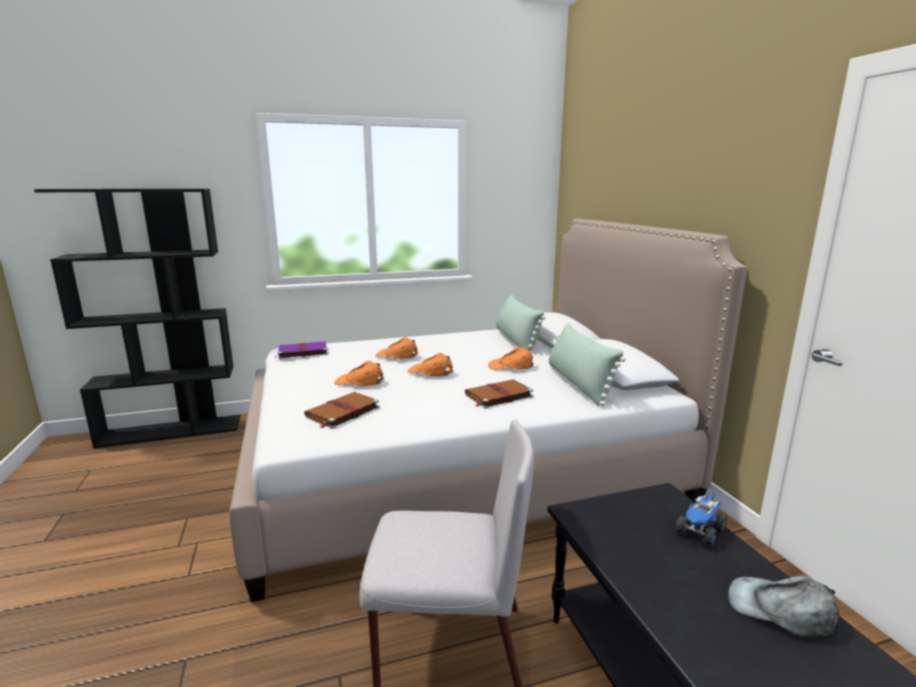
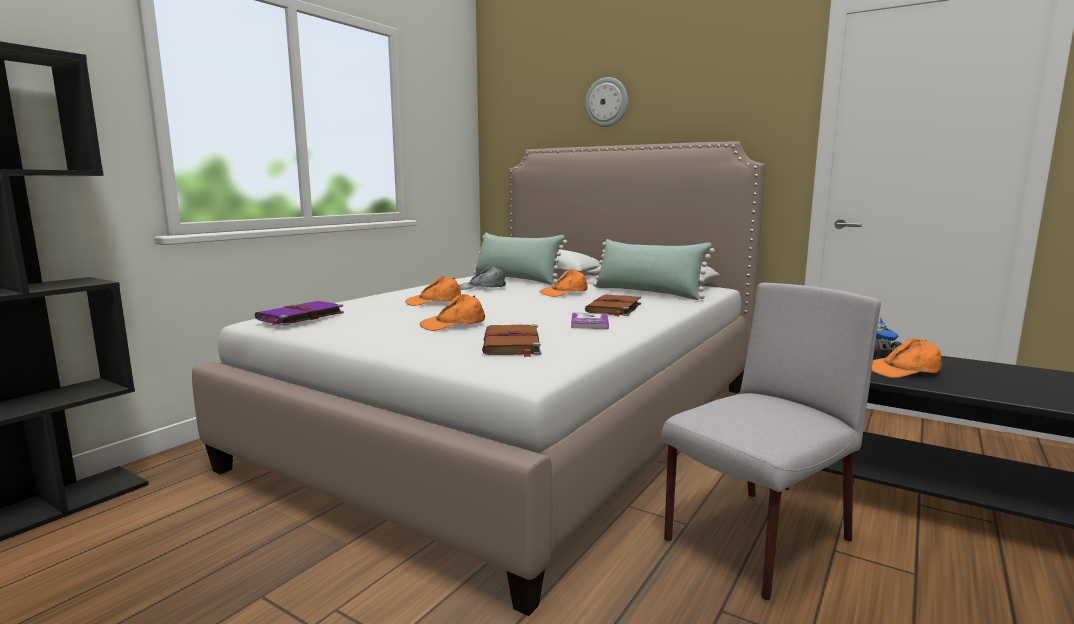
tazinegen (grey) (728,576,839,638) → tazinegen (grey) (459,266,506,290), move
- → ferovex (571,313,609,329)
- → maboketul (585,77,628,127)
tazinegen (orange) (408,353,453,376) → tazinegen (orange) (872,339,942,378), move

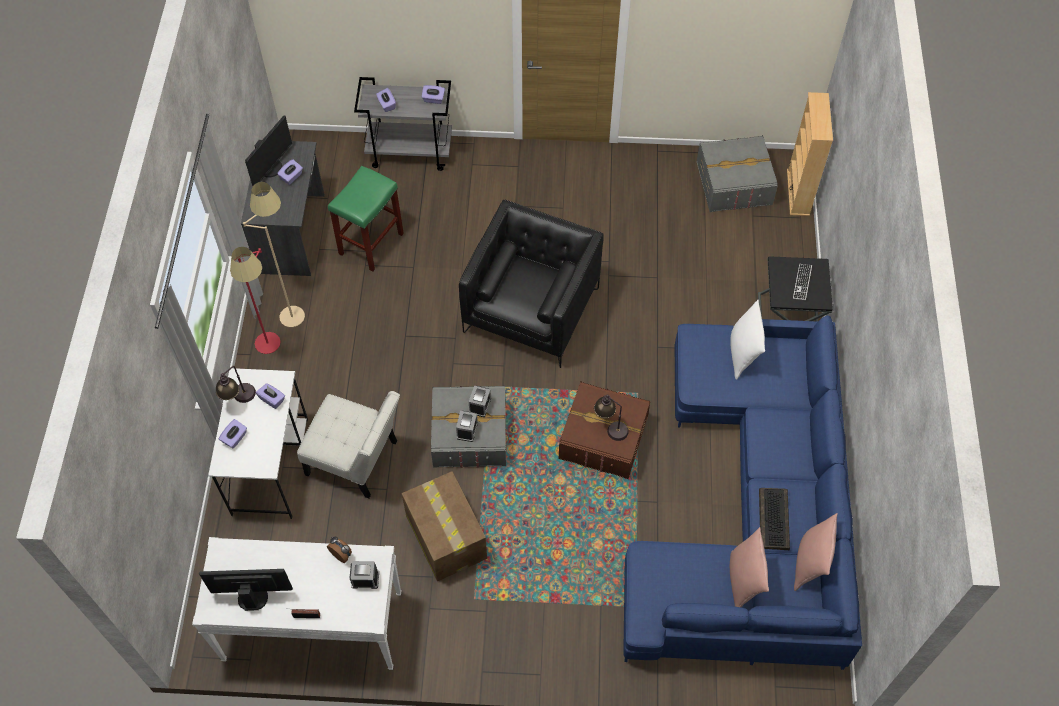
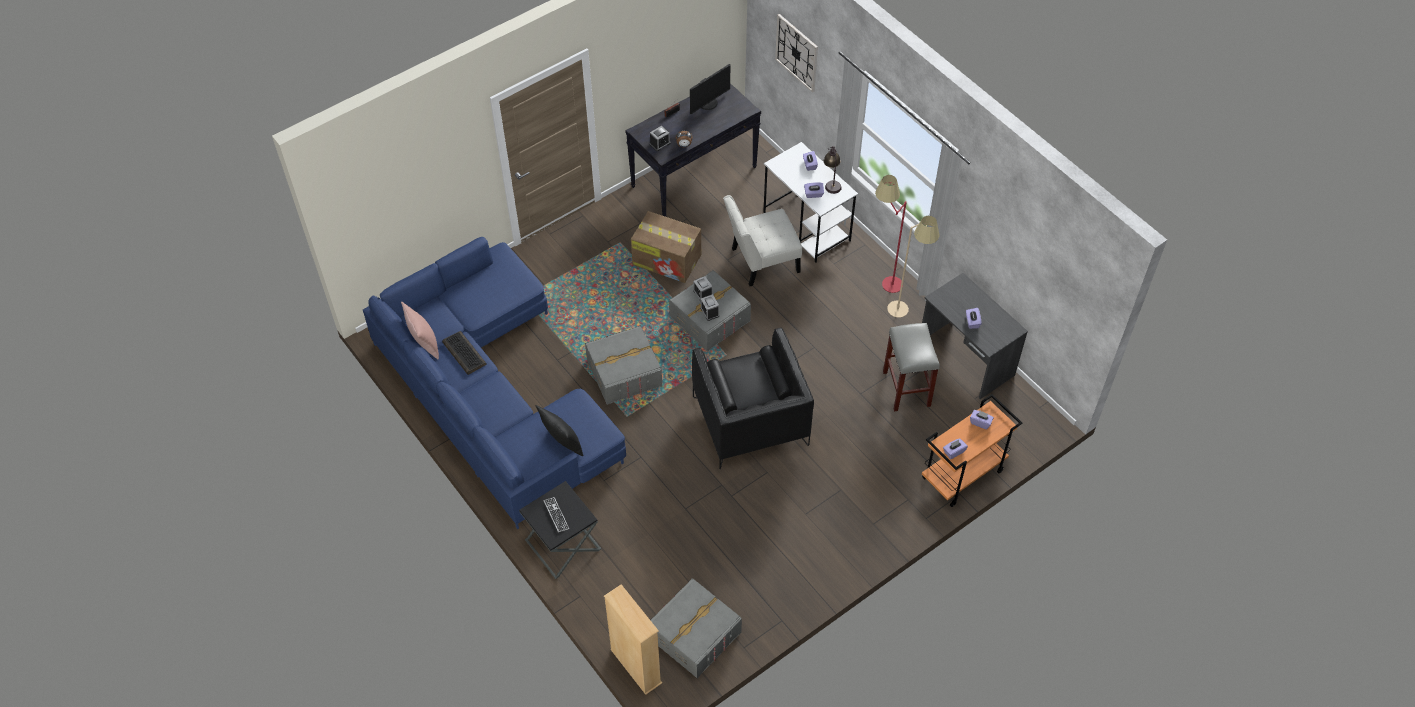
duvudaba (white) (730,300,765,380) → duvudaba (black) (536,405,583,456)
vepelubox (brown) (559,382,650,479) → vepelubox (grey) (585,325,662,405)
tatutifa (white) (192,537,402,670) → tatutifa (black) (625,83,761,217)
- → maboketul (775,14,818,93)
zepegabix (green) (328,166,404,272) → zepegabix (grey) (883,323,940,412)
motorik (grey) (354,77,452,171) → motorik (orange) (922,394,1022,507)
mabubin (245,115,292,186) → -
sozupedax (594,394,629,441) → -
duvudaba (pink) (730,527,769,607) → -

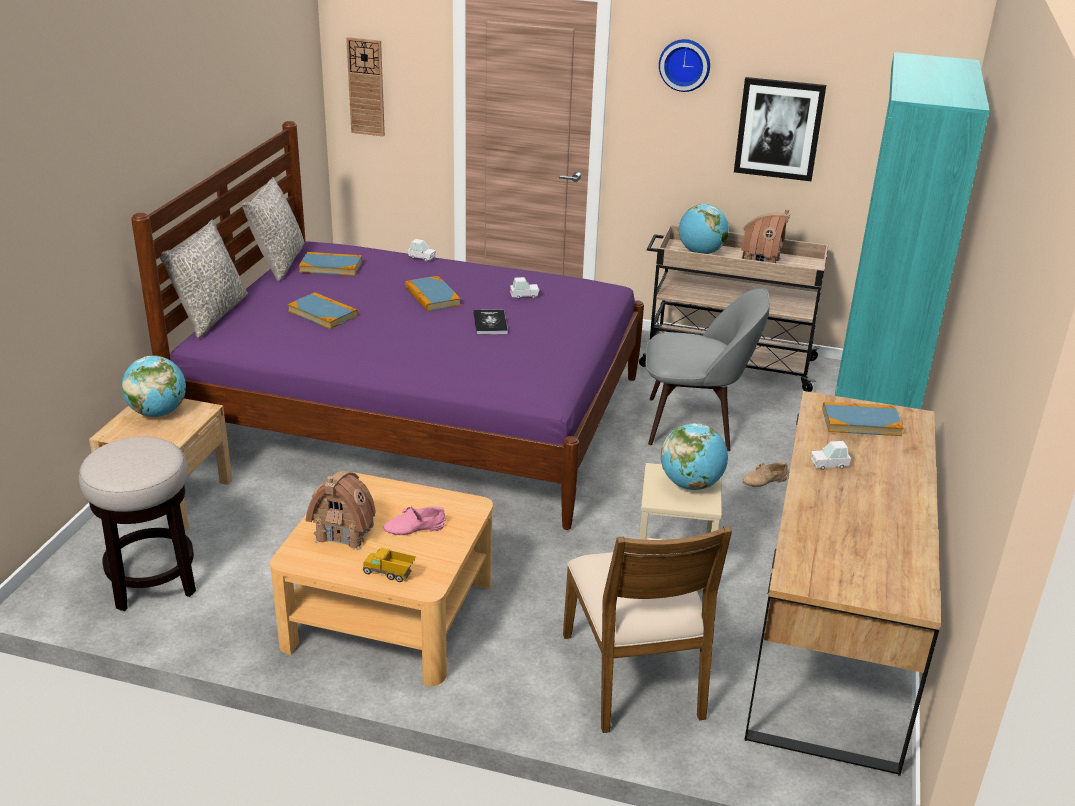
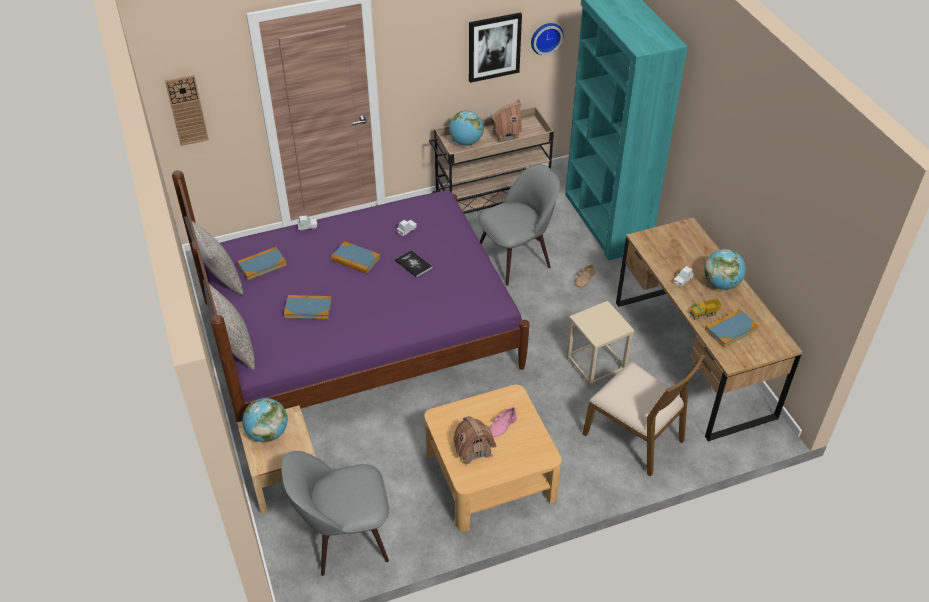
zepegabix (79,437,196,611) → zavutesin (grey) (281,451,390,576)
maboketul (659,39,710,92) → maboketul (531,23,563,55), move
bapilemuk (362,548,416,582) → bapilemuk (690,299,722,320), move
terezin (661,423,728,490) → terezin (704,249,746,290), move
ferovex (822,402,904,436) → ferovex (705,309,759,347), move

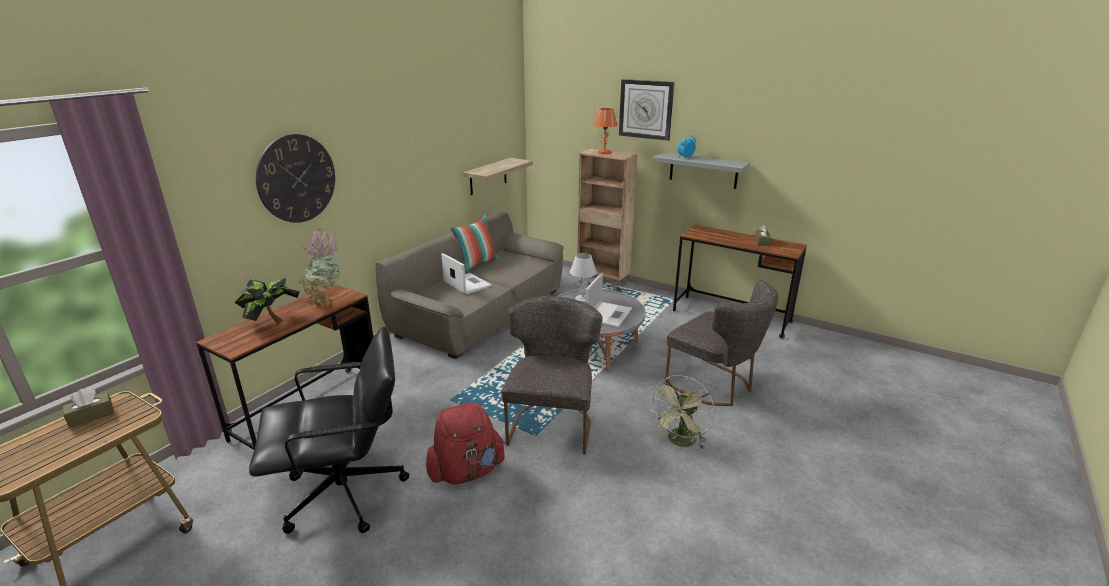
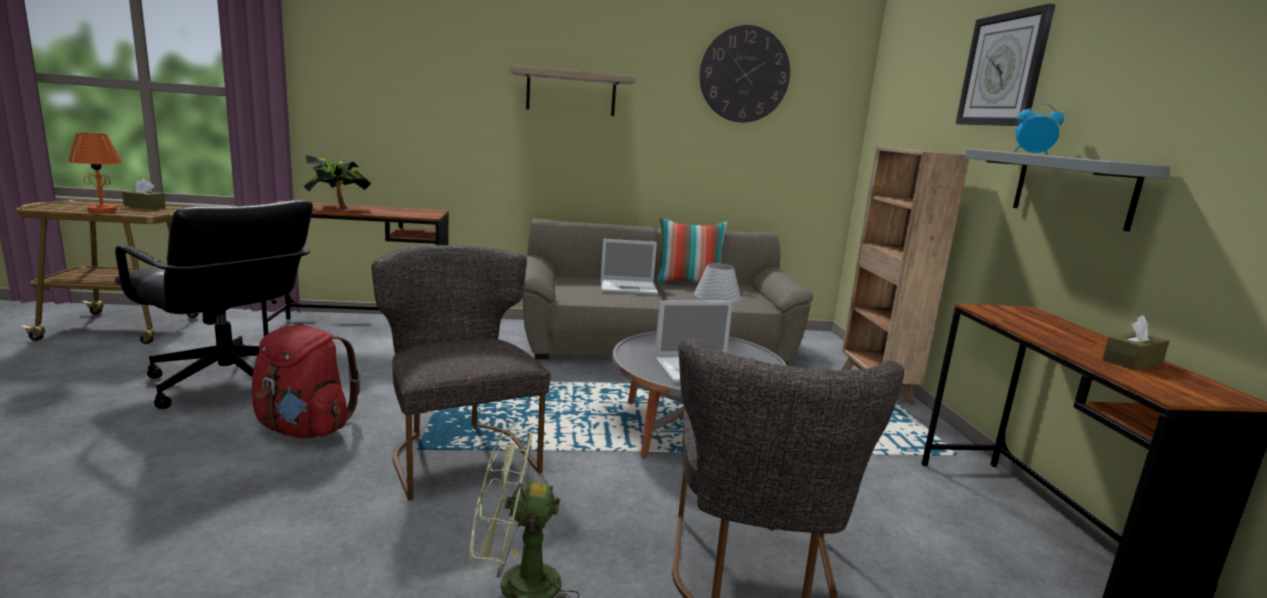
sozupedax (orange) (594,108,618,155) → sozupedax (orange) (68,133,122,213), move
zavutesin (grey) (501,296,603,454) → zavutesin (grey) (371,245,551,501), 90 degrees counterclockwise
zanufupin (463,158,533,195) → zanufupin (510,65,636,116), move
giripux (441,253,492,295) → giripux (600,239,658,295), 75 degrees clockwise
maboketul (256,134,335,223) → maboketul (700,25,790,122), move
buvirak (297,229,343,306) → -

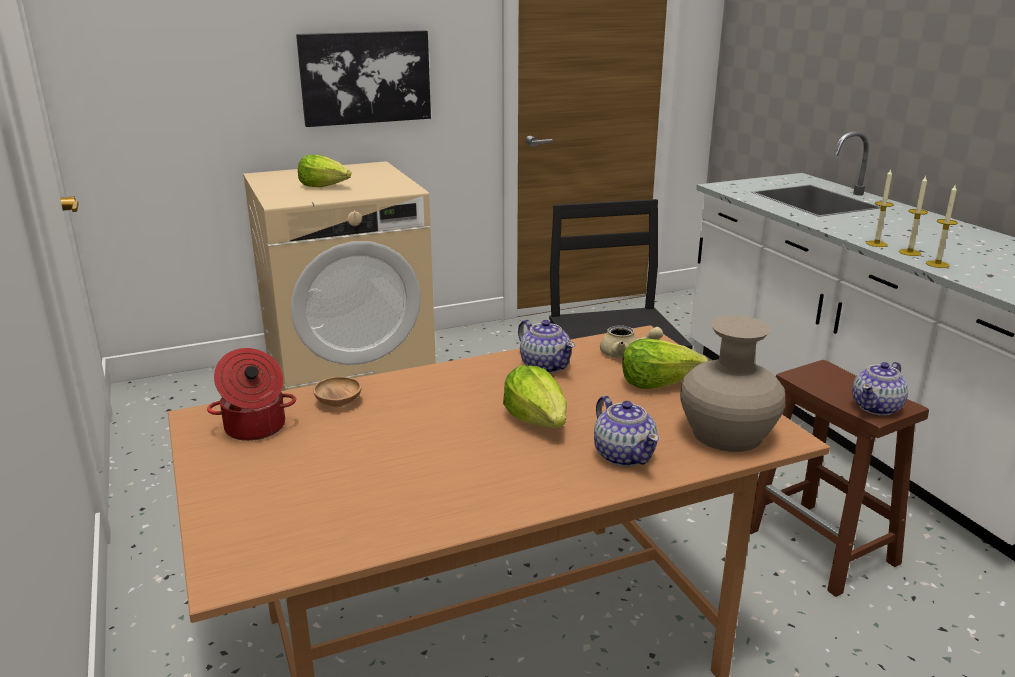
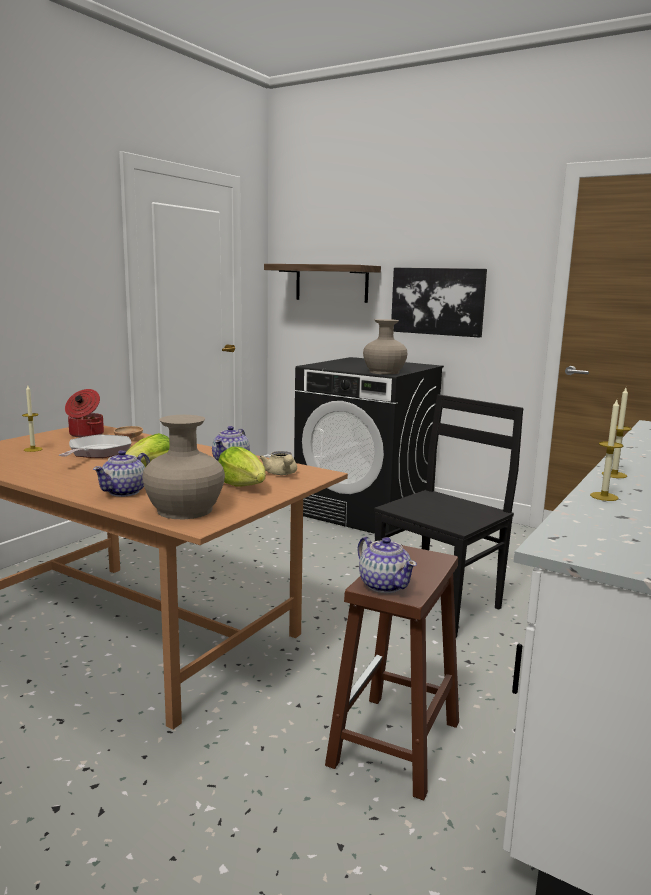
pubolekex (899,176,928,256) → pubolekex (22,386,43,452), move
- → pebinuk (59,434,131,458)
- → zanufupin (264,264,381,303)
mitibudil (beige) (243,161,436,391) → mitibudil (black) (294,357,444,534)
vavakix (853,362,908,416) → vavakix (357,537,417,593), 135 degrees counterclockwise
- → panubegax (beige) (363,319,407,375)
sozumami (298,155,351,187) → -

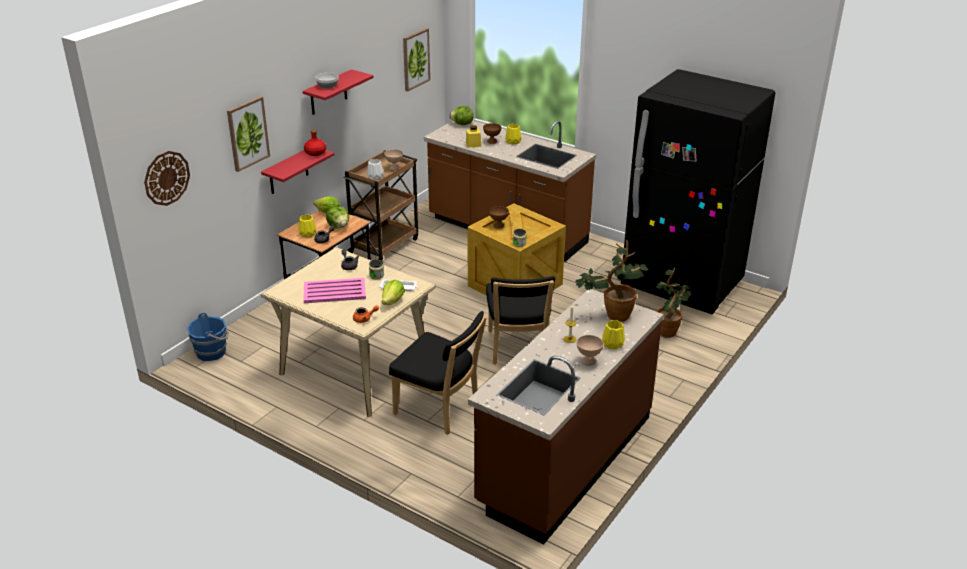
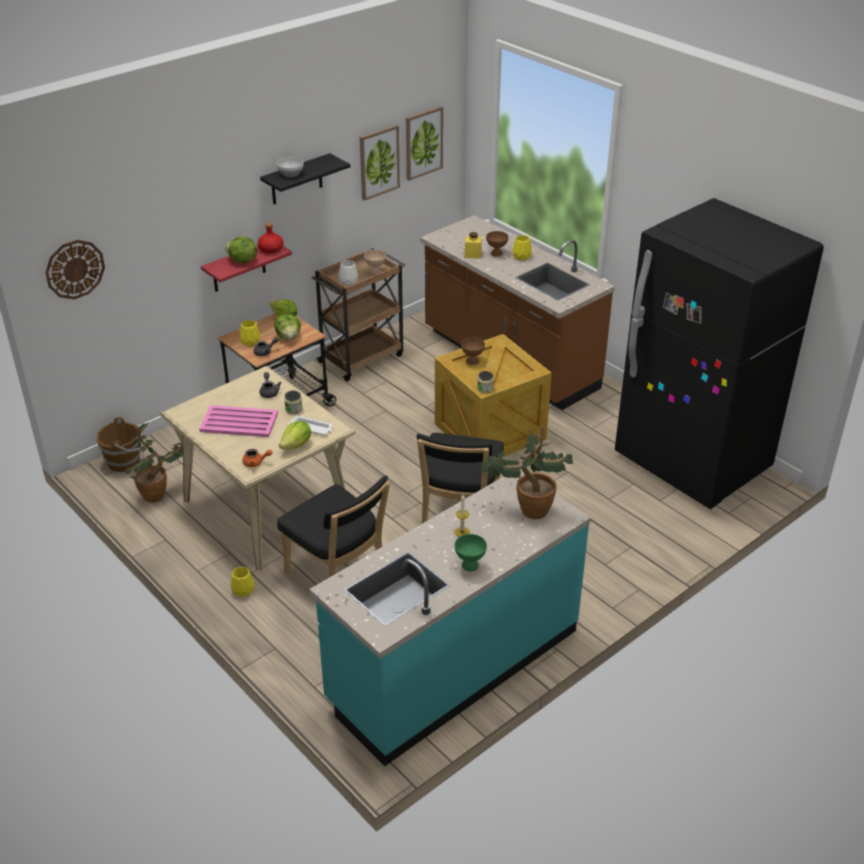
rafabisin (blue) (187,313,229,361) → rafabisin (brown) (97,417,143,472)
buvirak (656,268,691,338) → buvirak (125,422,183,502), move
sozumami (449,106,474,125) → sozumami (225,236,257,263), move
panubegax (yellow) (602,320,625,349) → panubegax (yellow) (230,567,254,597), move
zanufupin (red) (303,69,374,115) → zanufupin (black) (260,153,350,204)
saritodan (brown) (468,289,663,544) → saritodan (turquoise) (309,470,591,766)
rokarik (227,96,270,172) → rokarik (360,125,400,201), move
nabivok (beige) (577,335,604,366) → nabivok (green) (454,534,487,571)

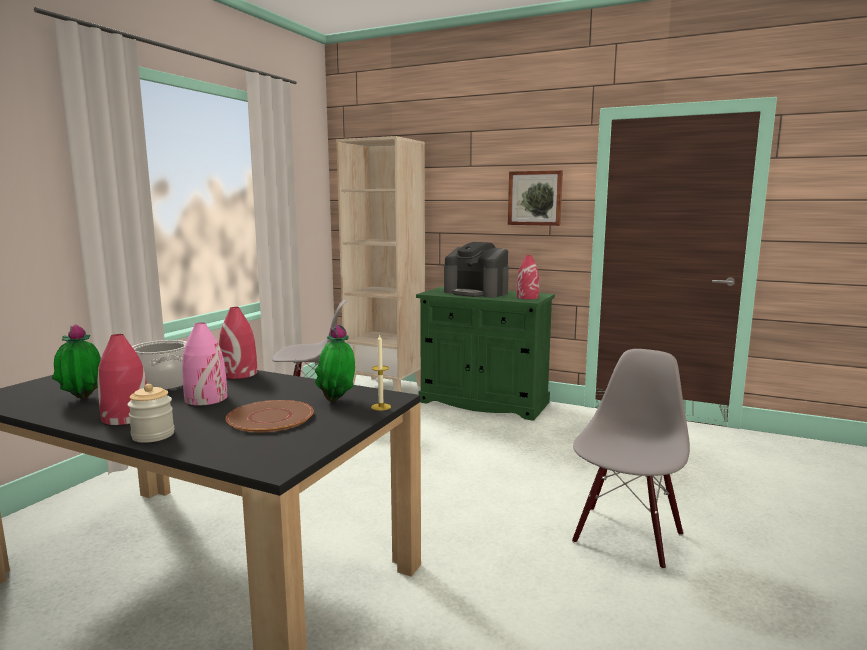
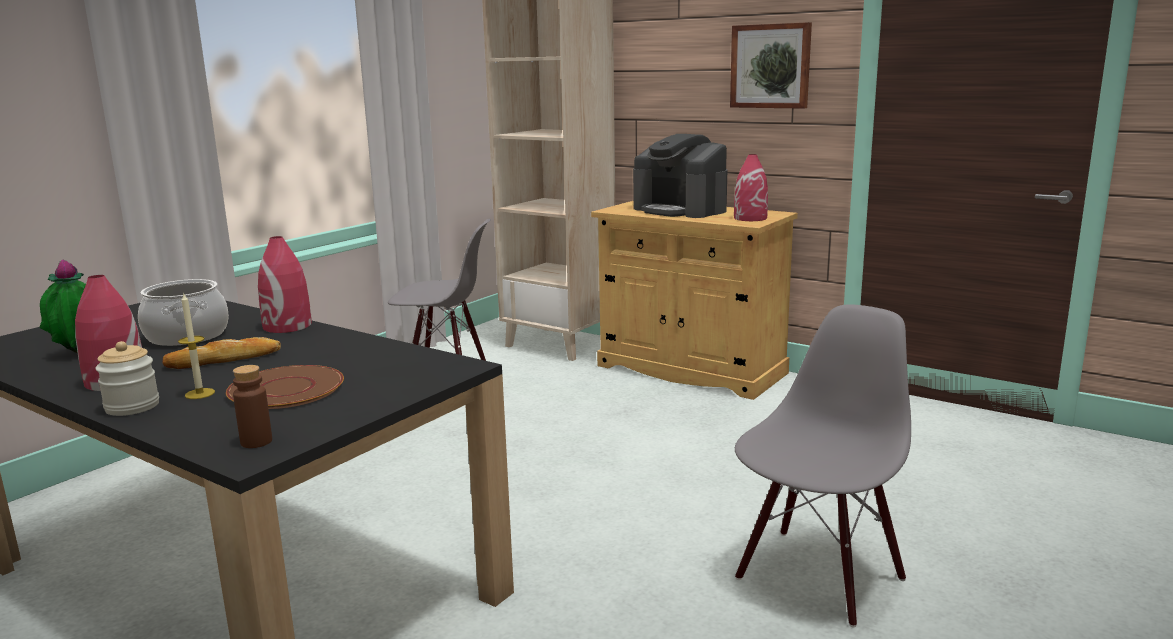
panubegax (pink) (182,322,227,405) → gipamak (162,337,281,369)
pubolekex (371,335,391,411) → pubolekex (178,294,215,399), move
- → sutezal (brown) (233,365,272,448)
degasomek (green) (416,287,555,421) → degasomek (beige) (591,201,798,400)
buvirak (314,324,355,402) → -

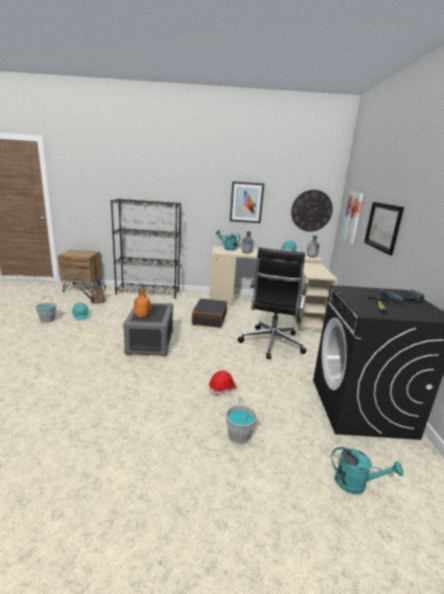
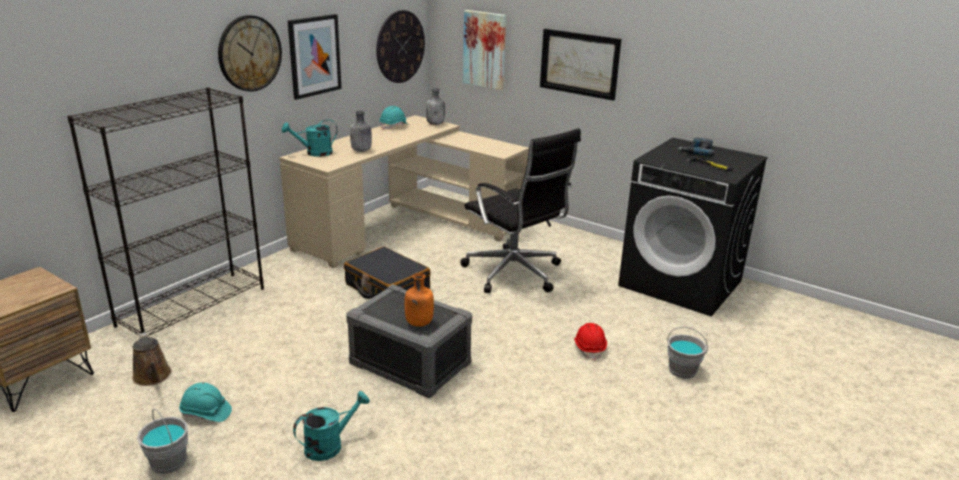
- → maboketul (218,15,282,92)
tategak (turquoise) (331,447,403,494) → tategak (turquoise) (293,391,370,461), move

